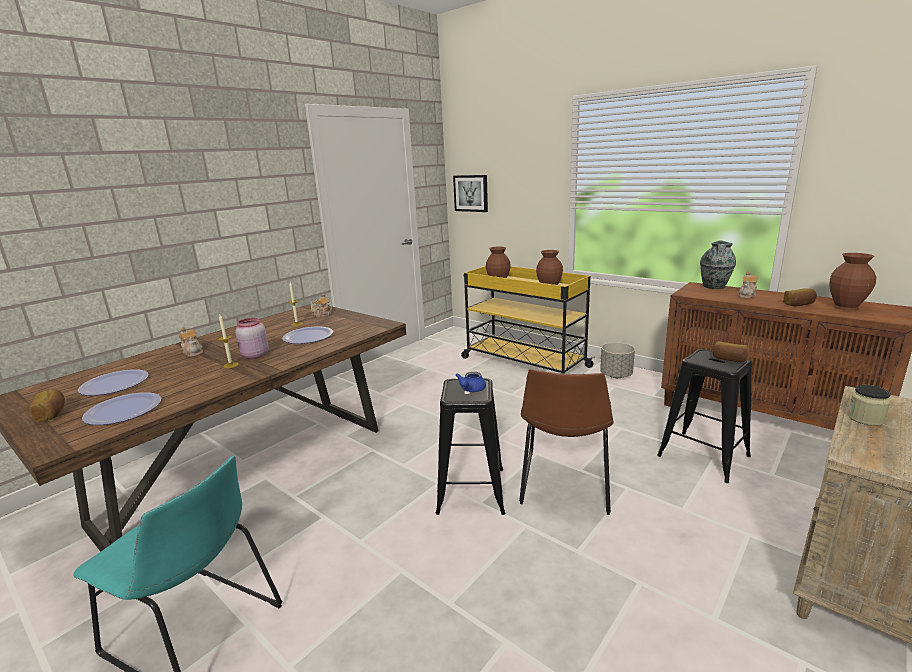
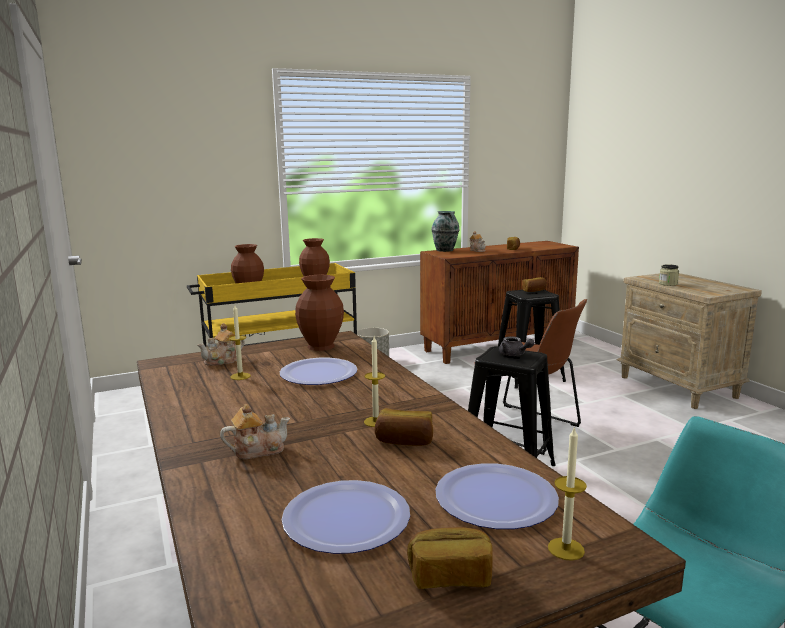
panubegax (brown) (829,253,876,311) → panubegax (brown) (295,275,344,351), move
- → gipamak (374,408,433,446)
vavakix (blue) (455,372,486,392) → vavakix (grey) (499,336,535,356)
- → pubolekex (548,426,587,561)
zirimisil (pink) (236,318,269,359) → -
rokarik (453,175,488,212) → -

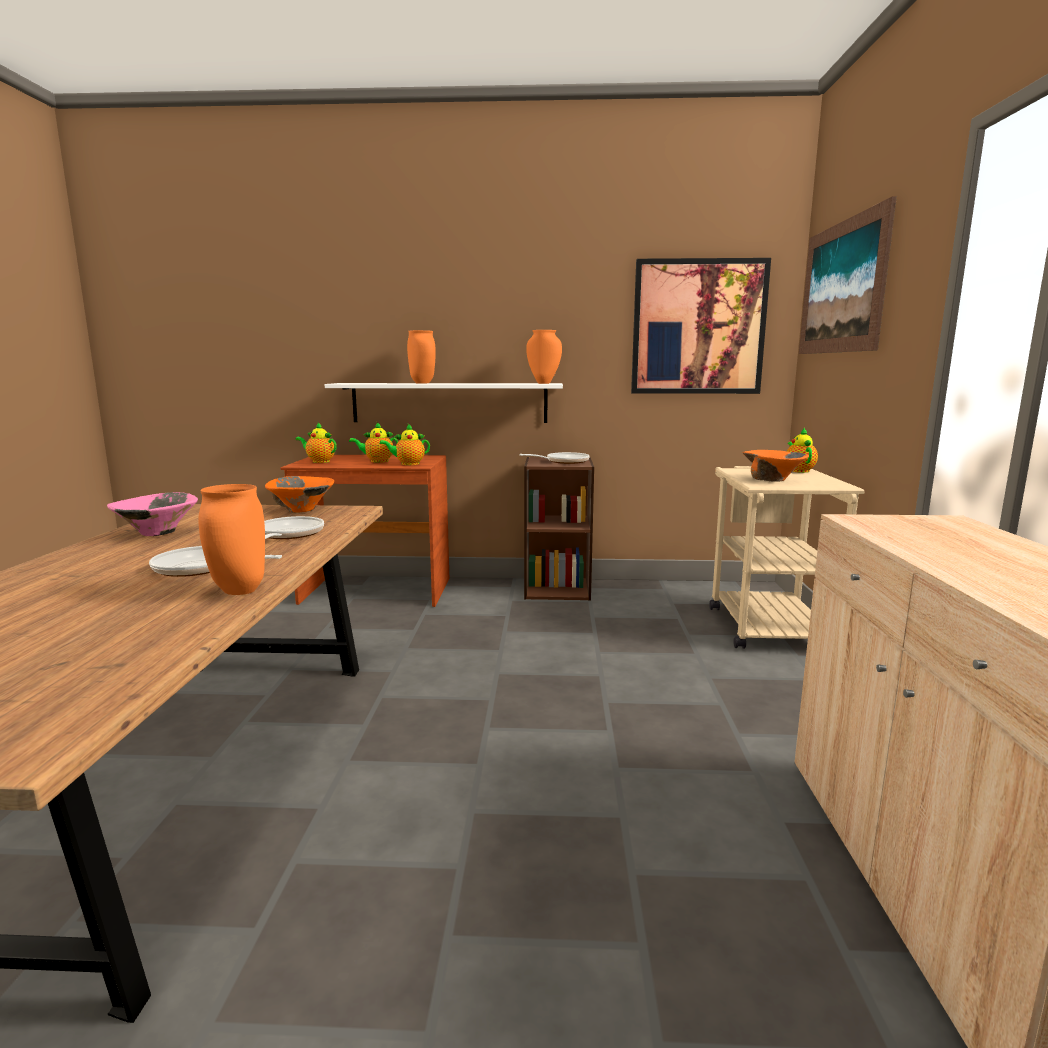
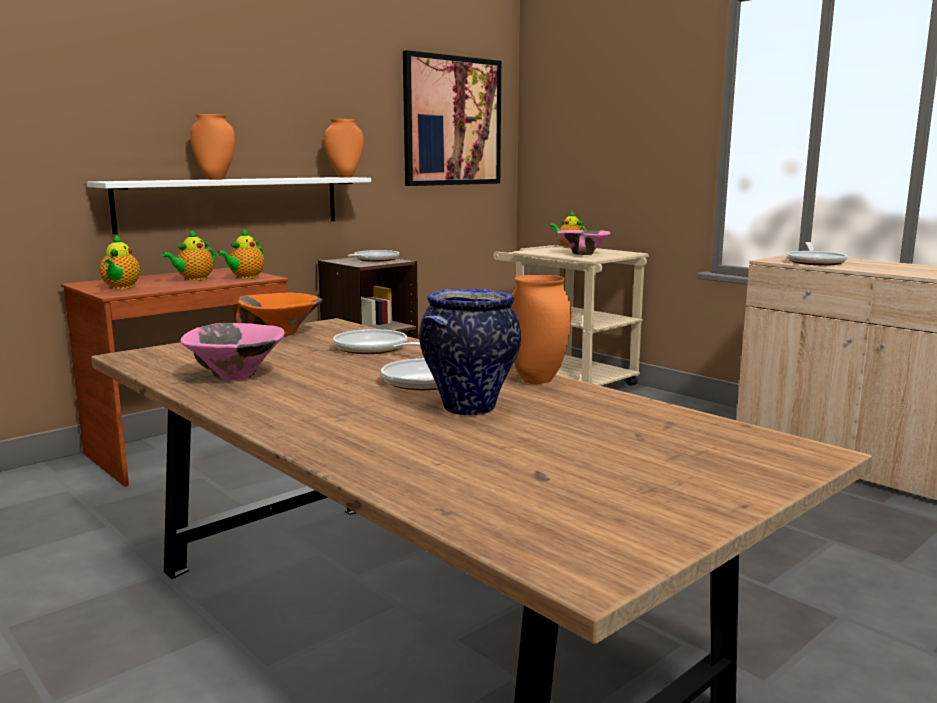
vavakix (296,423,337,463) → vavakix (99,235,140,289), 75 degrees counterclockwise
- → panubegax (419,289,521,416)
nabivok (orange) (743,450,809,482) → nabivok (pink) (557,230,611,255)
- → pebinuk (786,242,848,266)
rokarik (799,196,897,354) → -

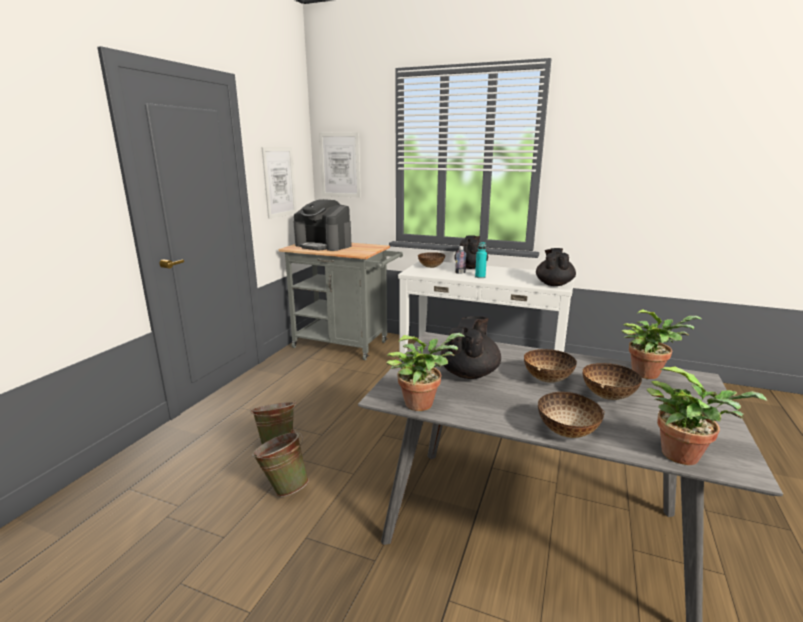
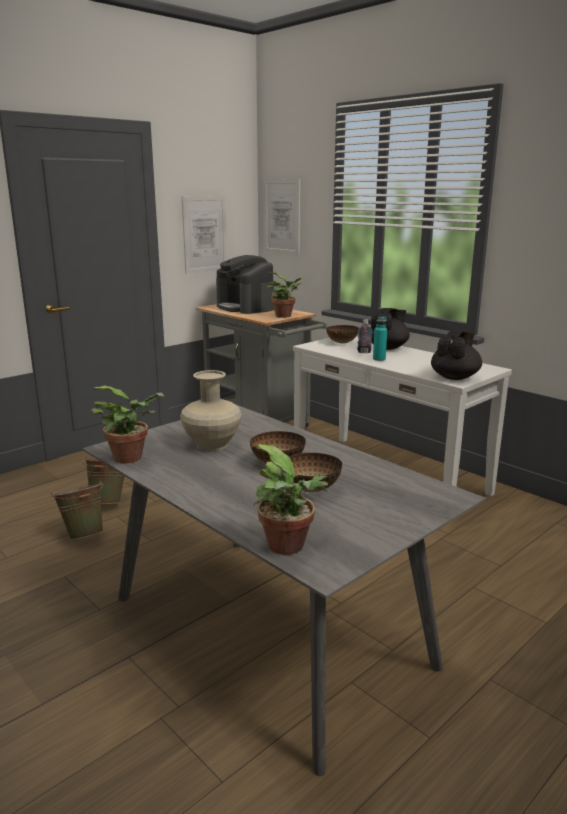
vavakix (black) (441,316,501,379) → panubegax (beige) (180,370,242,451)
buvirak (622,309,703,379) → buvirak (267,272,303,318), move
nabivok (538,392,604,438) → -

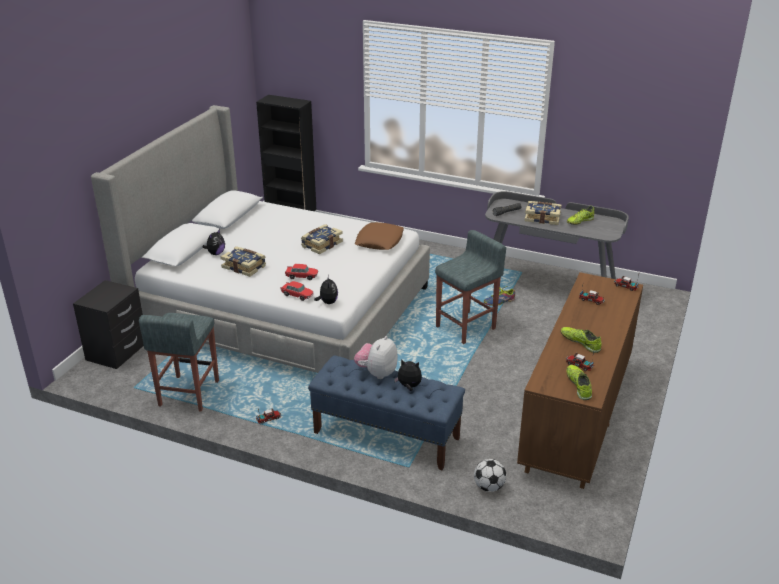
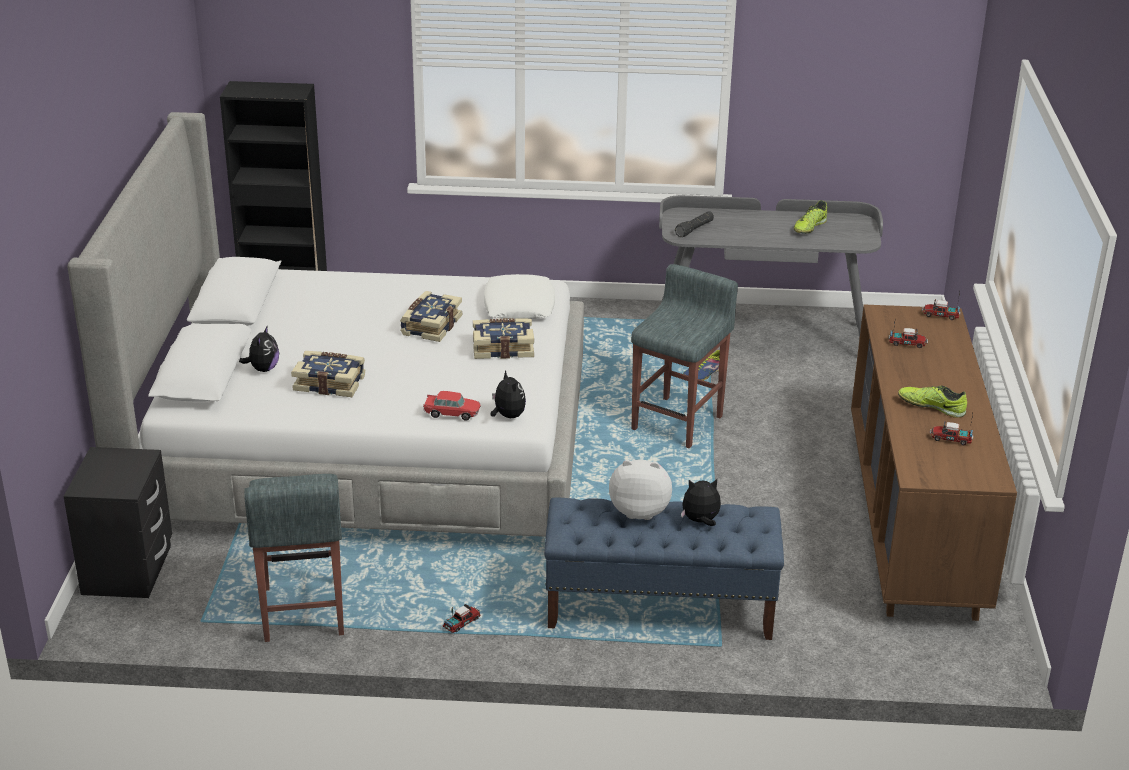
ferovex (524,201,561,225) → ferovex (473,318,534,359), move
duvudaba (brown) (355,222,404,250) → duvudaba (white) (484,274,555,319)
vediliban (354,336,398,379) → vediliban (609,460,672,520), 90 degrees clockwise
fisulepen (285,264,318,280) → -
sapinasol (474,459,506,492) → -
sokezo (566,365,592,400) → -

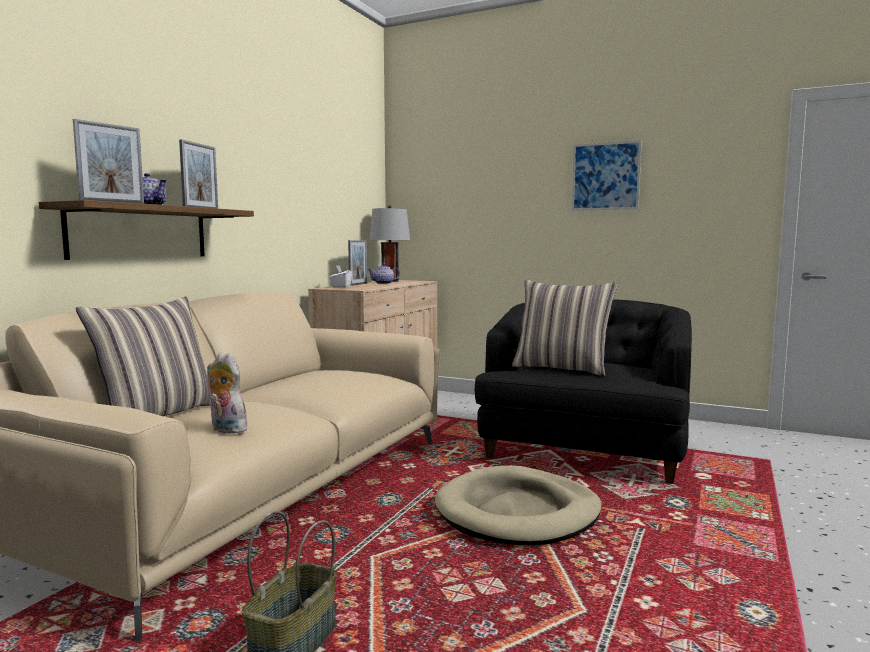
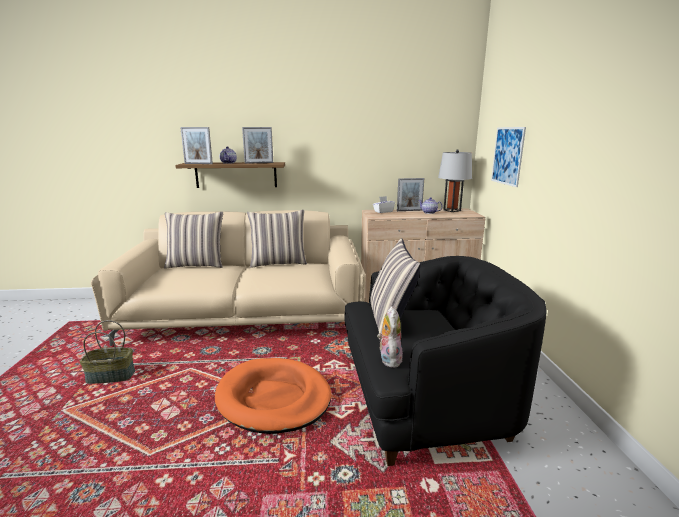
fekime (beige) (435,465,602,546) → fekime (orange) (215,358,331,434)
- → duvudaba (247,210,307,268)
vediliban (207,353,247,434) → vediliban (377,306,403,368), move
rokarik (572,140,642,211) → rokarik (491,127,526,187), move

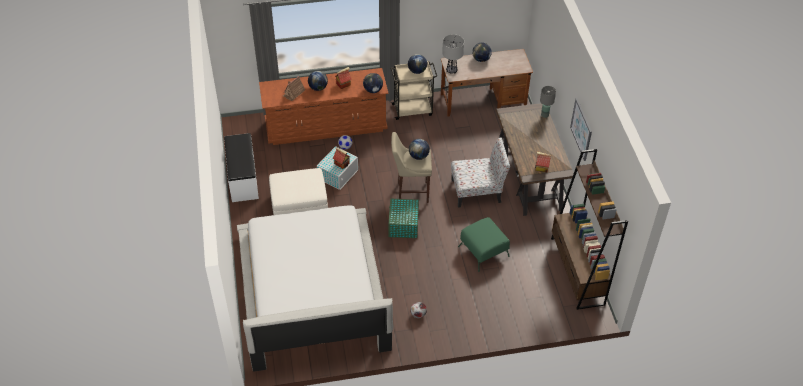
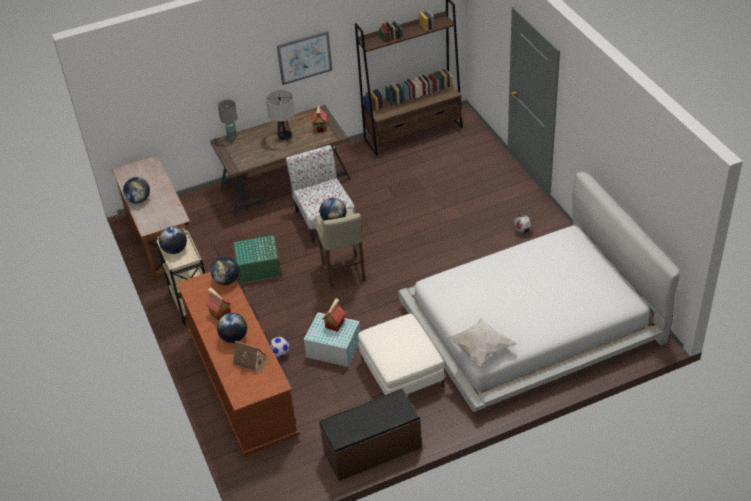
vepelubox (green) (388,199,419,238) → vepelubox (green) (233,235,281,284), move
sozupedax (442,34,464,74) → sozupedax (266,90,295,140), move
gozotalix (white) (224,133,259,202) → gozotalix (brown) (319,389,422,481)
- → duvudaba (white) (445,317,517,366)
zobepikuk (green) (458,217,510,272) → -

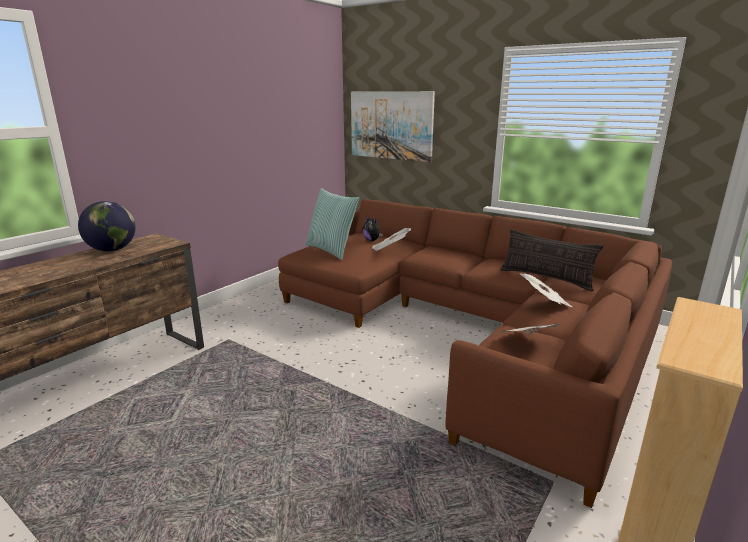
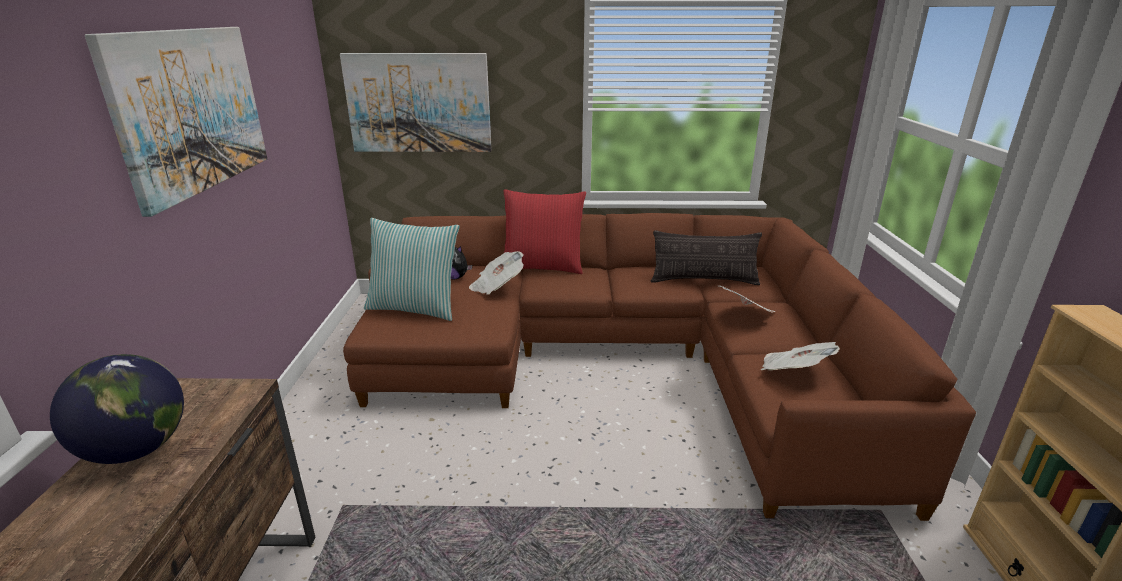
- → rokarik (85,27,267,217)
- → duvudaba (red) (504,189,586,274)

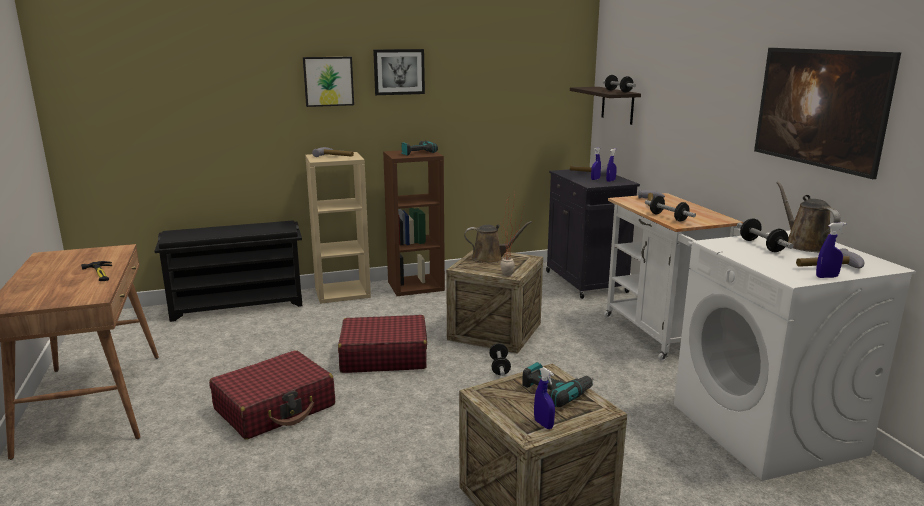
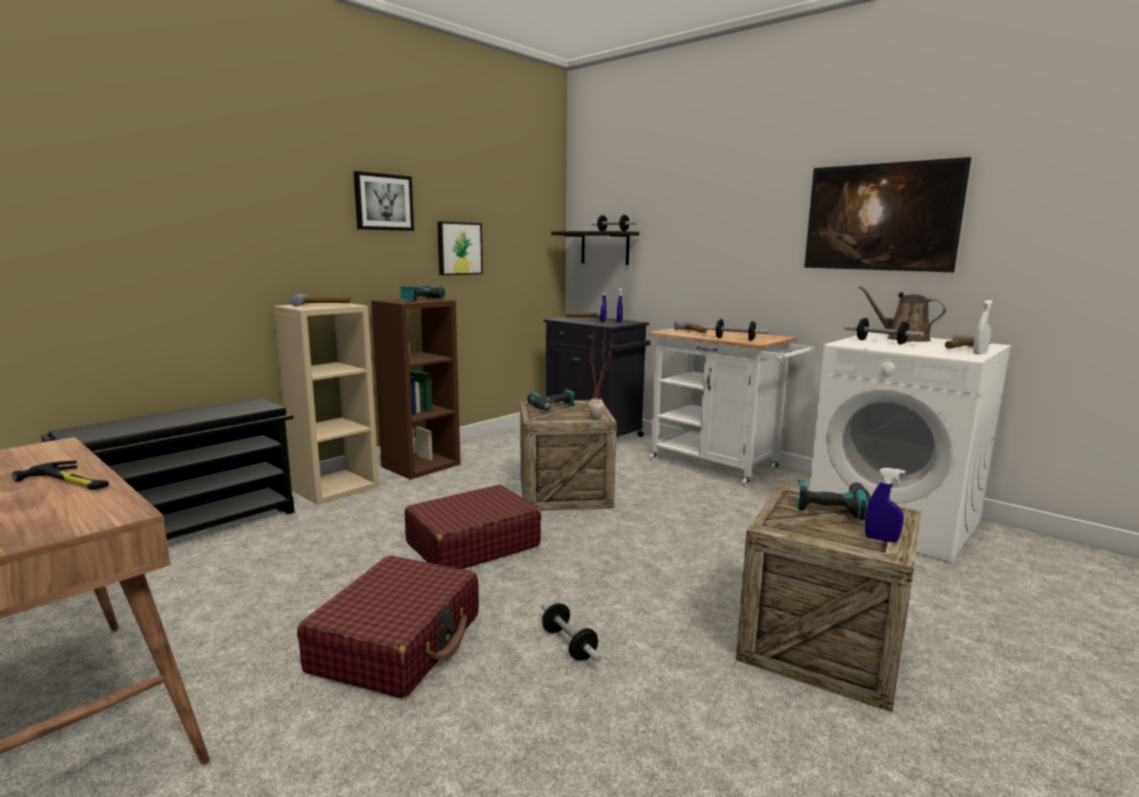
rokarik (303,57,354,107) → rokarik (437,222,483,275), move
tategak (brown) (464,221,532,264) → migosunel (527,389,575,411)
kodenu (489,343,511,376) → kodenu (541,603,602,663), move
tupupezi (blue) (816,222,846,278) → tupupezi (white) (973,300,993,354)

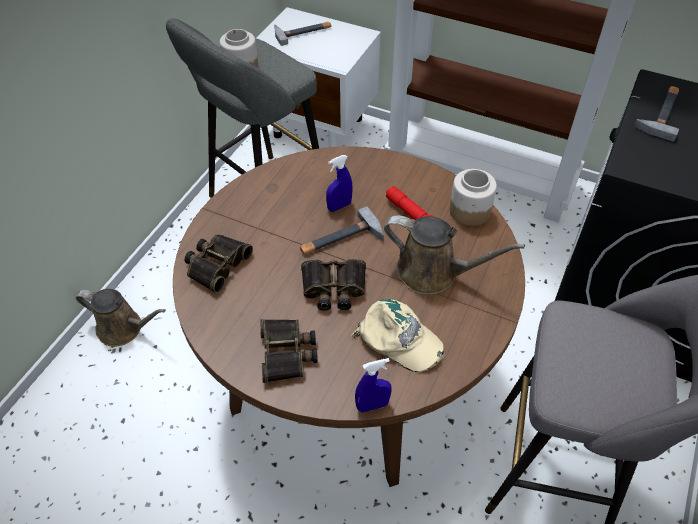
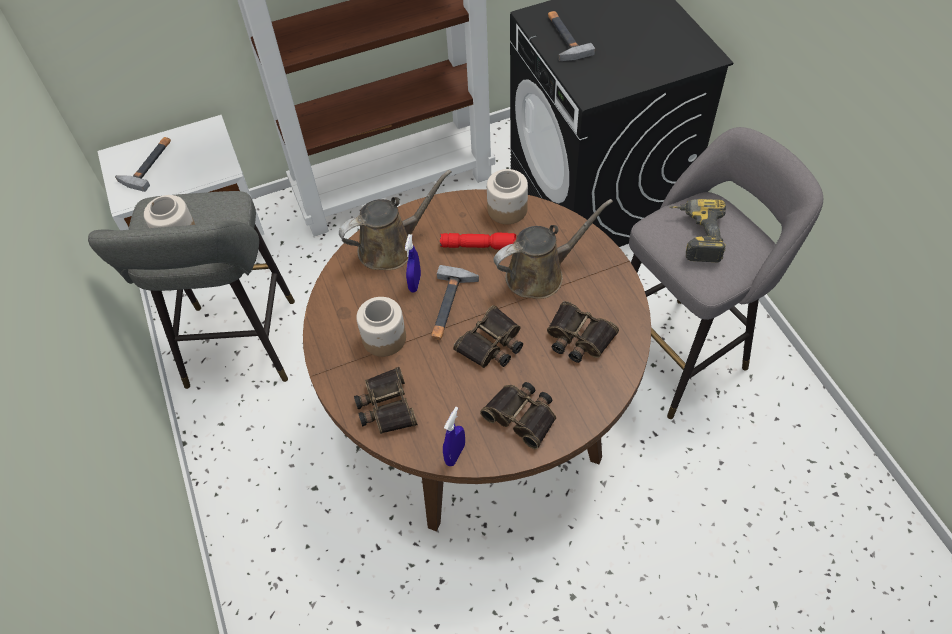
tategak (brown) (76,289,166,347) → tategak (brown) (339,170,452,270), move
- → zirimisil (356,297,406,357)
tupupezi (blue) (355,358,392,412) → tupupezi (blue) (443,407,465,466), move
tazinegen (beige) (352,299,445,372) → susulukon (547,301,619,363)
- → migosunel (670,199,726,262)

